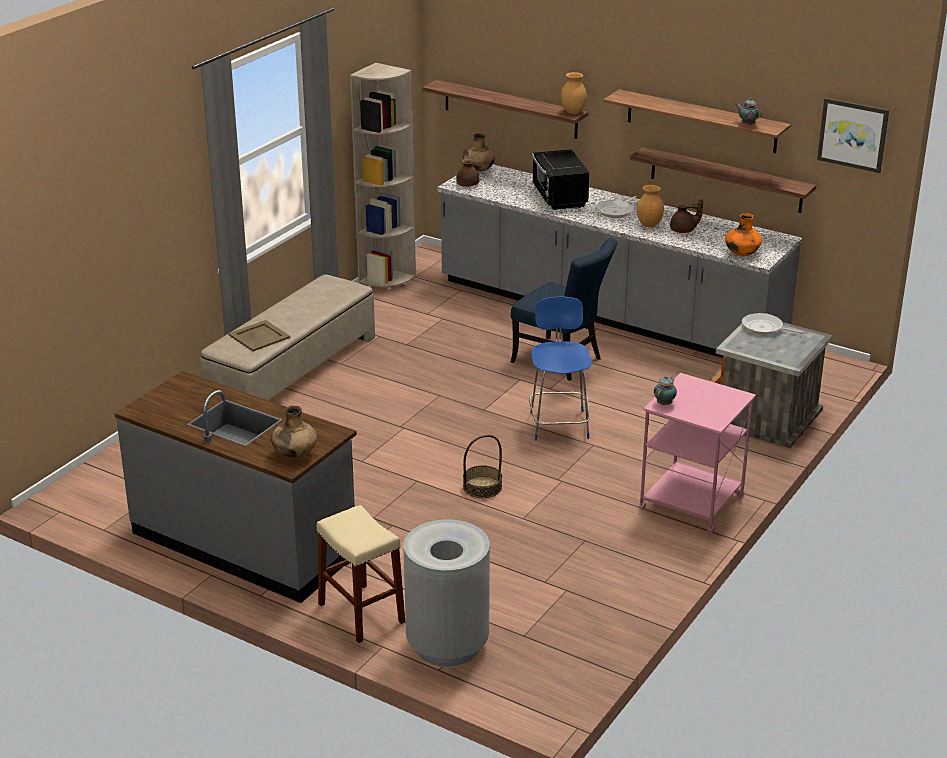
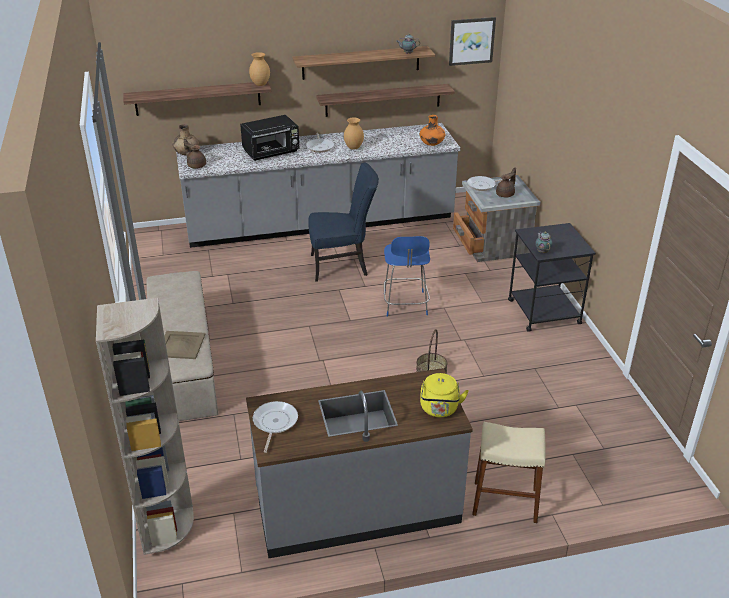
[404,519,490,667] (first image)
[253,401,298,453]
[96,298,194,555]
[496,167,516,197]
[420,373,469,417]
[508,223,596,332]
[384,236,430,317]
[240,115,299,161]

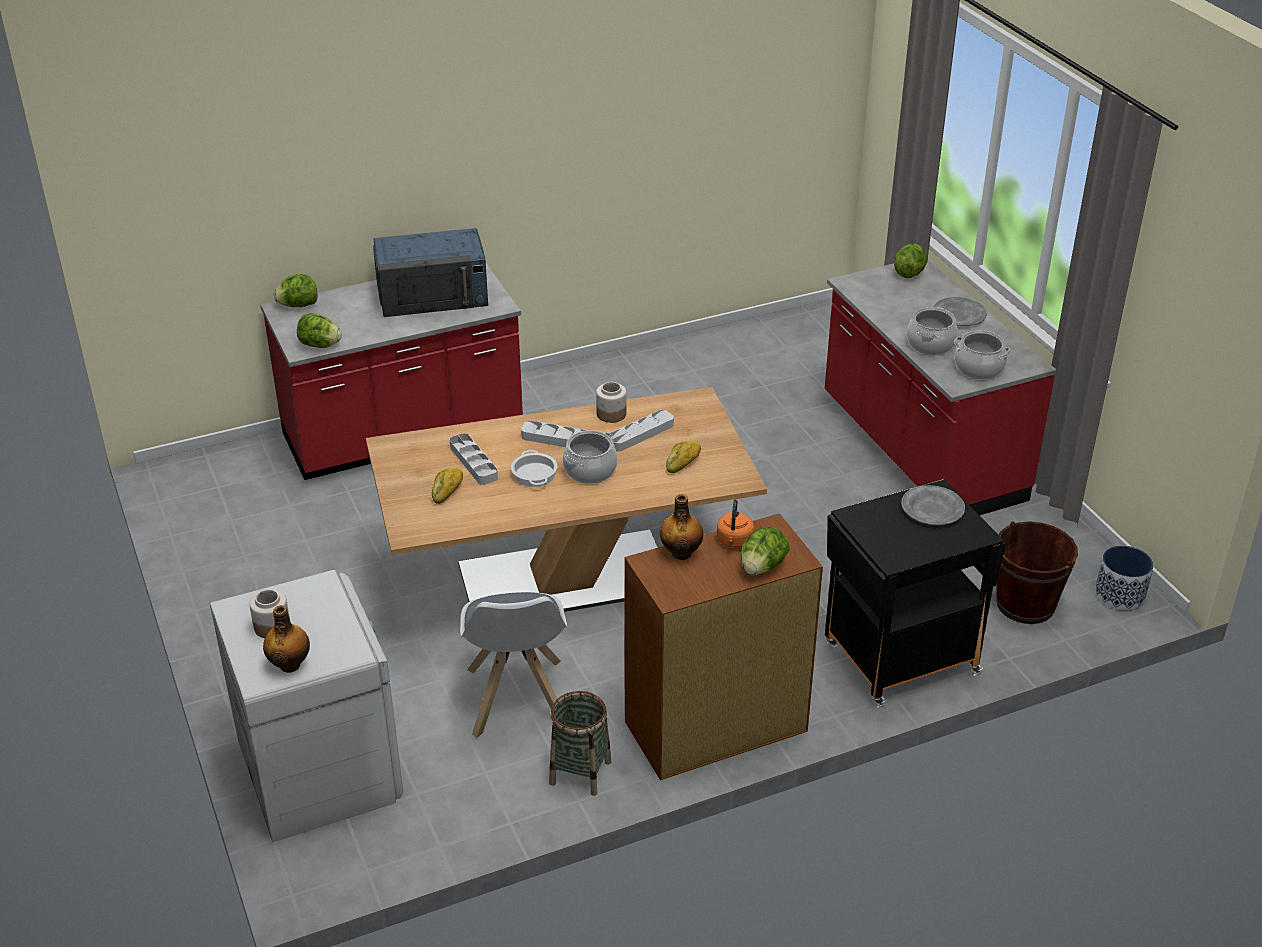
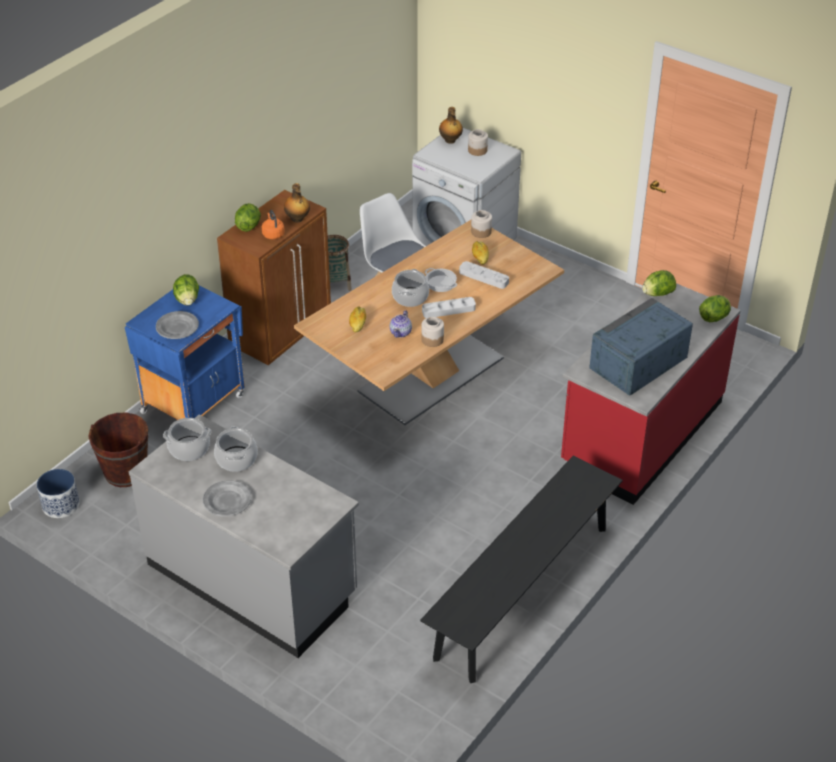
[420,456,623,683]
[471,210,492,238]
[173,274,199,306]
[390,310,412,338]
[129,414,359,658]
[125,285,245,420]

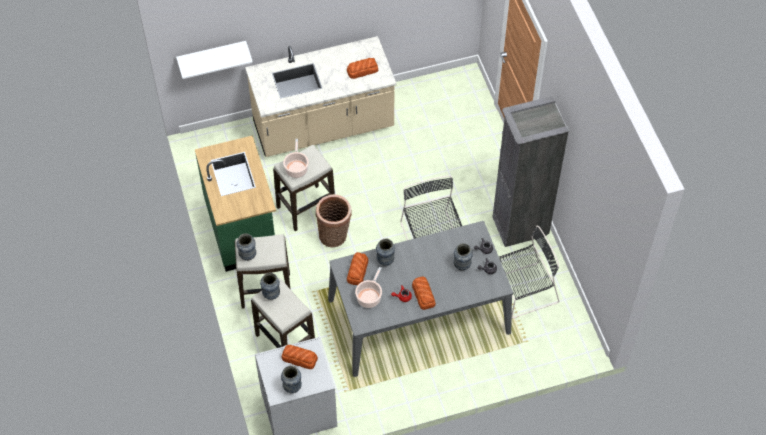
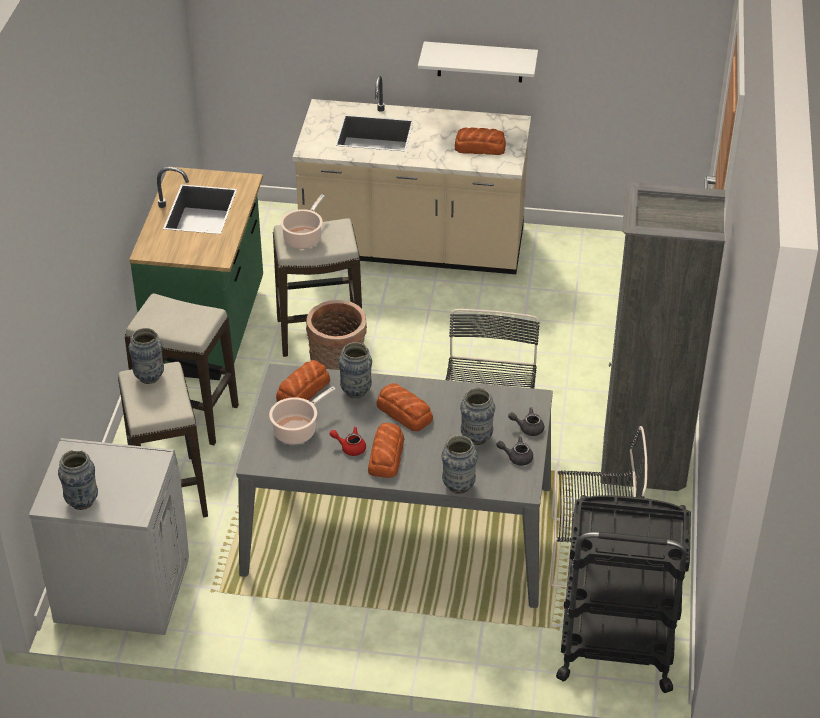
[556,495,691,693]
[418,41,538,82]
[442,435,478,494]
[377,383,433,431]

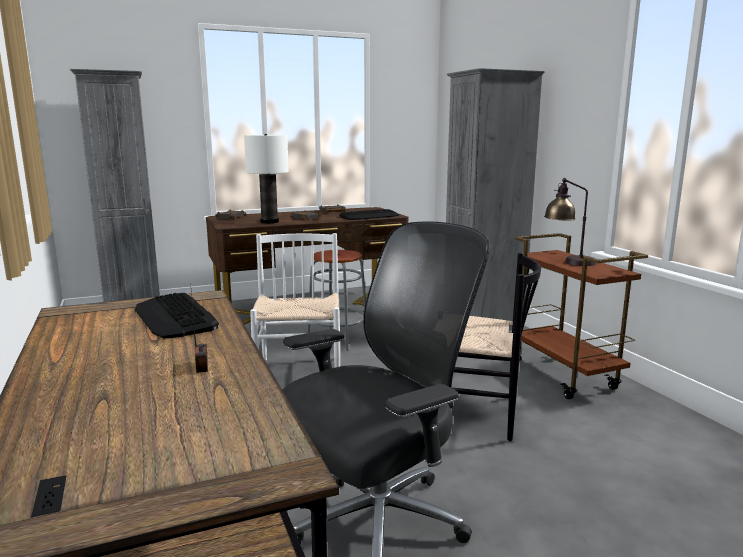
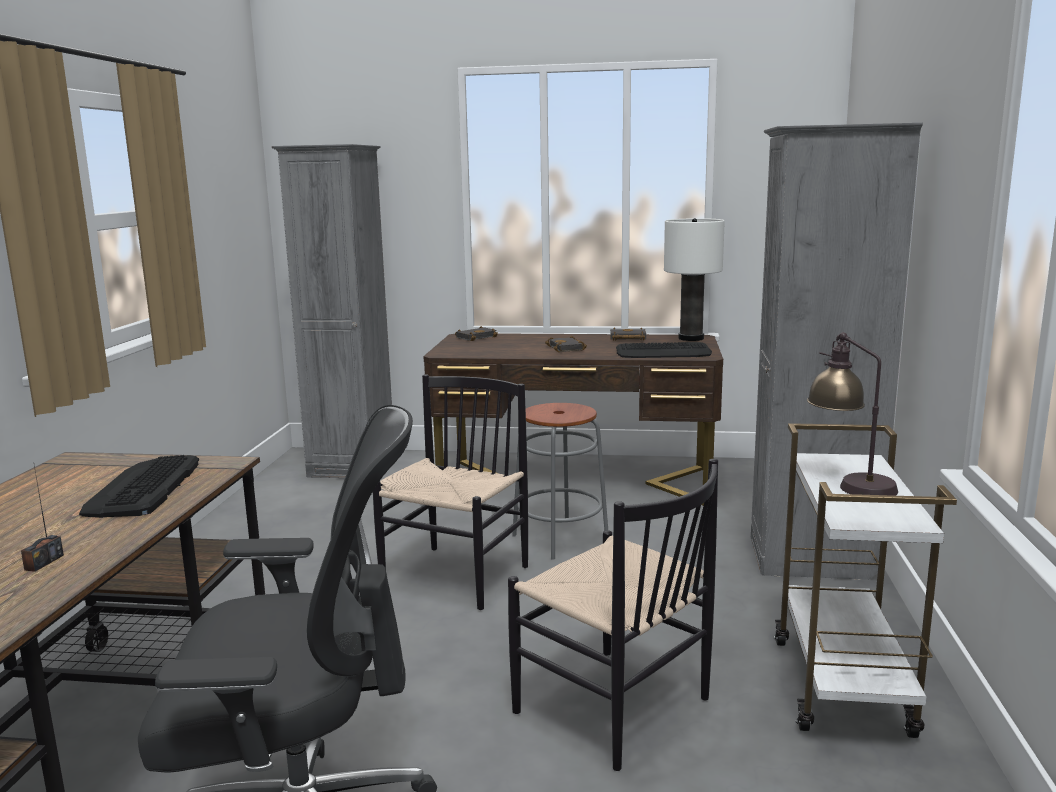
[664,218,725,341]
[373,374,528,610]
[774,423,957,738]

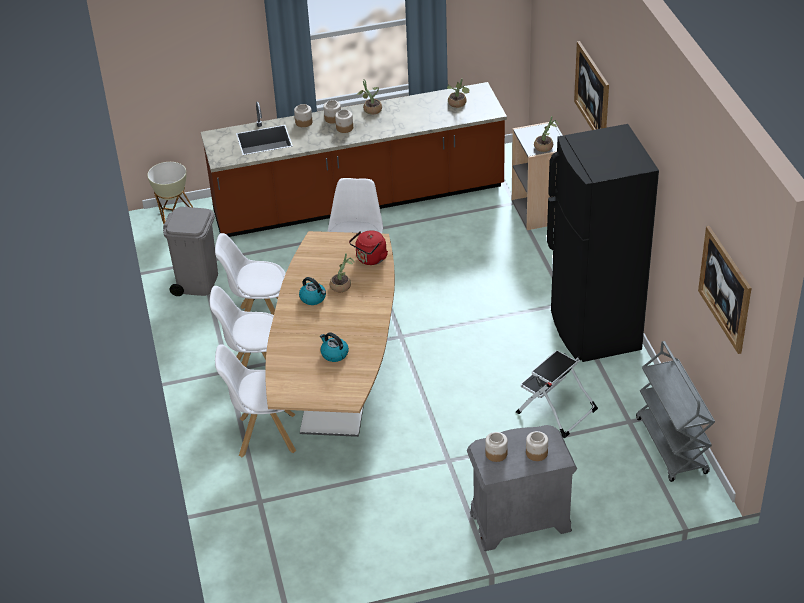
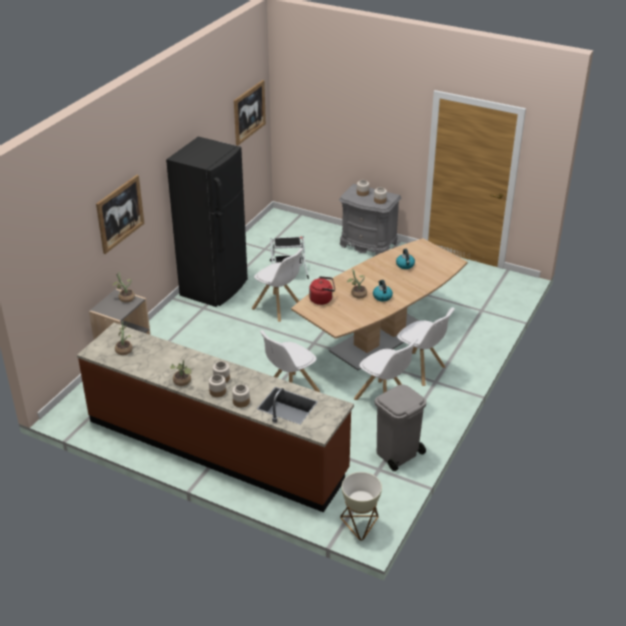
[636,341,715,482] (first image)
[252,248,303,322]

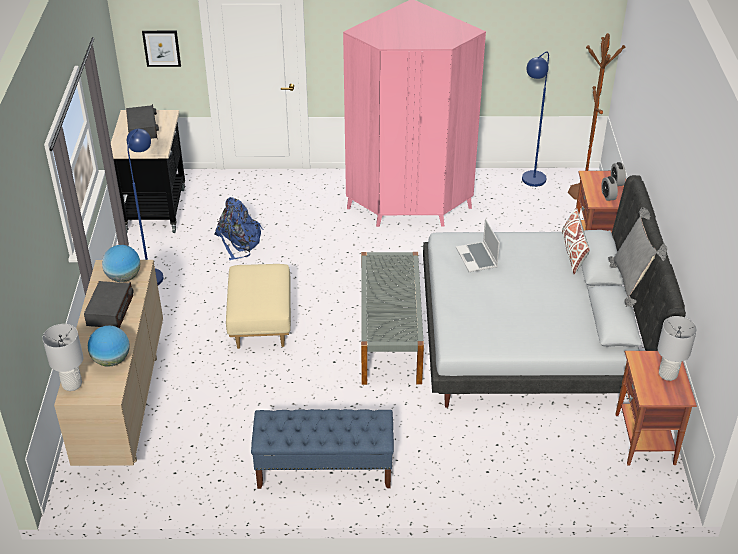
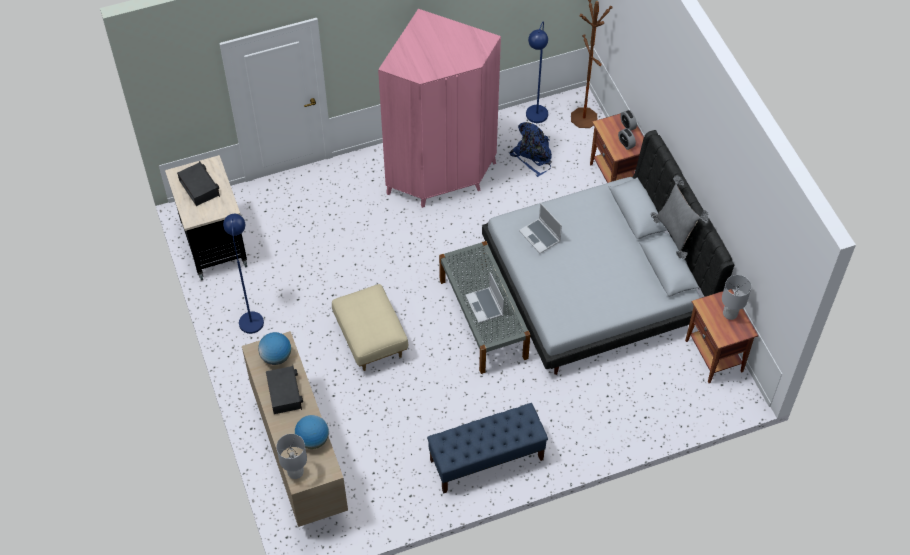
[142,31,181,67] (first image)
[561,207,590,275] (first image)
[465,272,504,323]
[509,122,552,177]

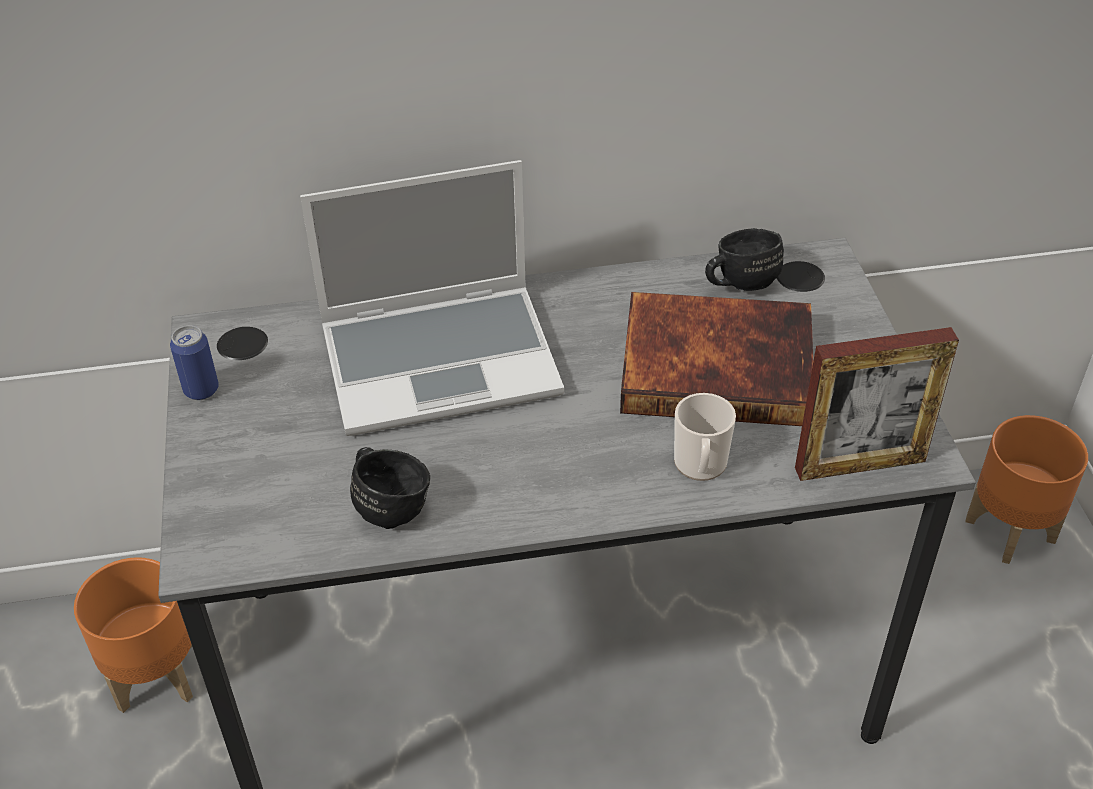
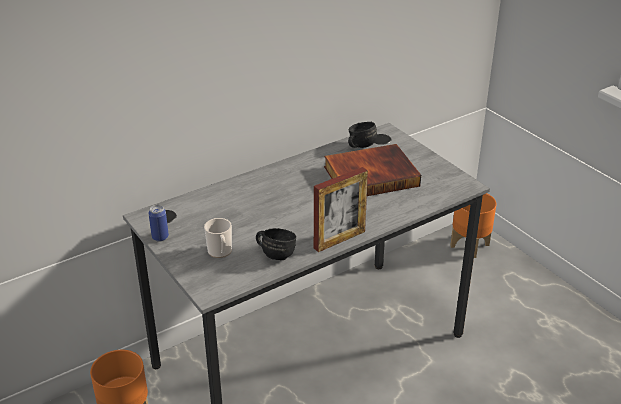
[300,160,564,436] (first image)
[204,218,232,258]
[314,167,368,252]

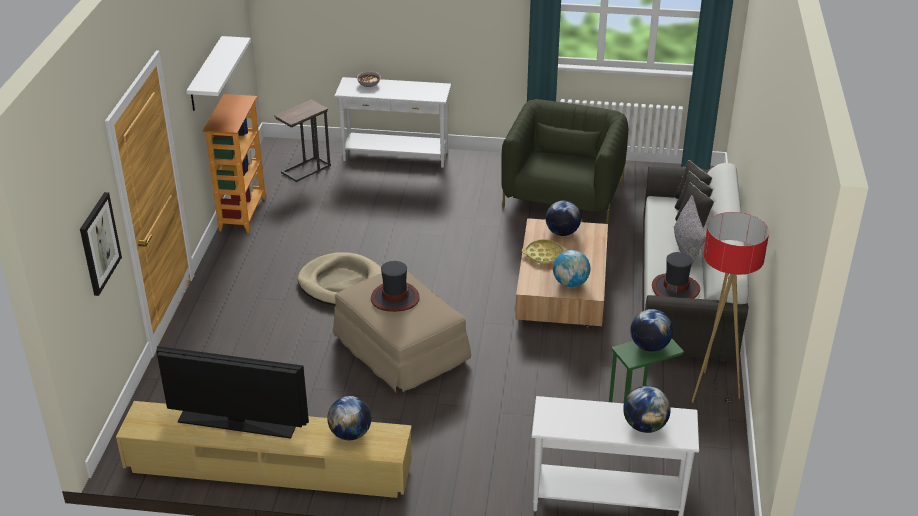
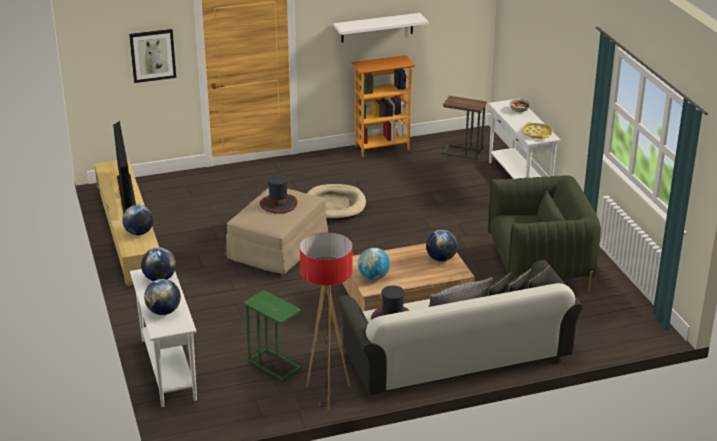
[522,122,553,139]
[141,247,176,281]

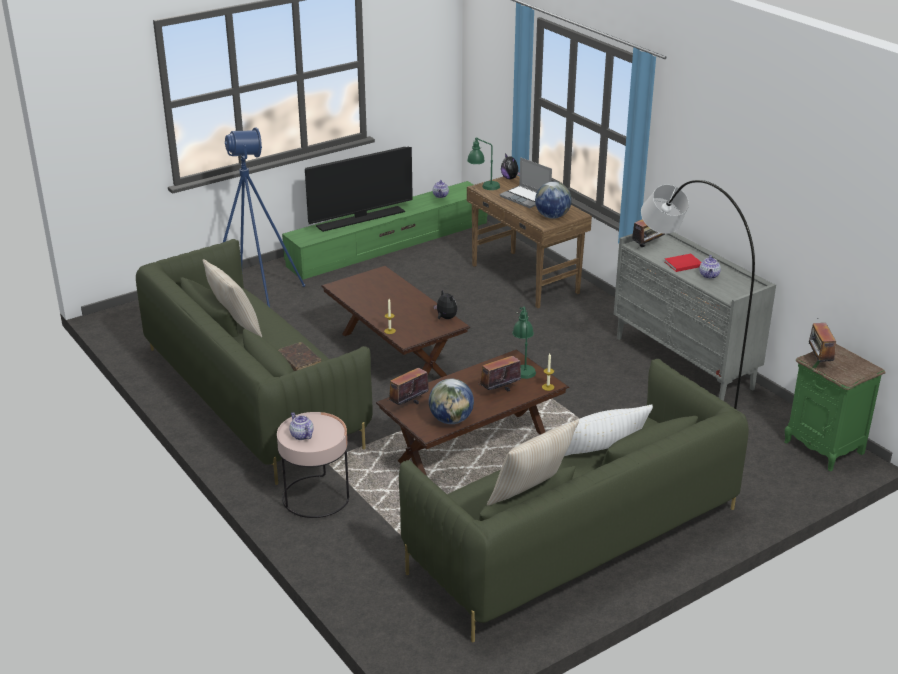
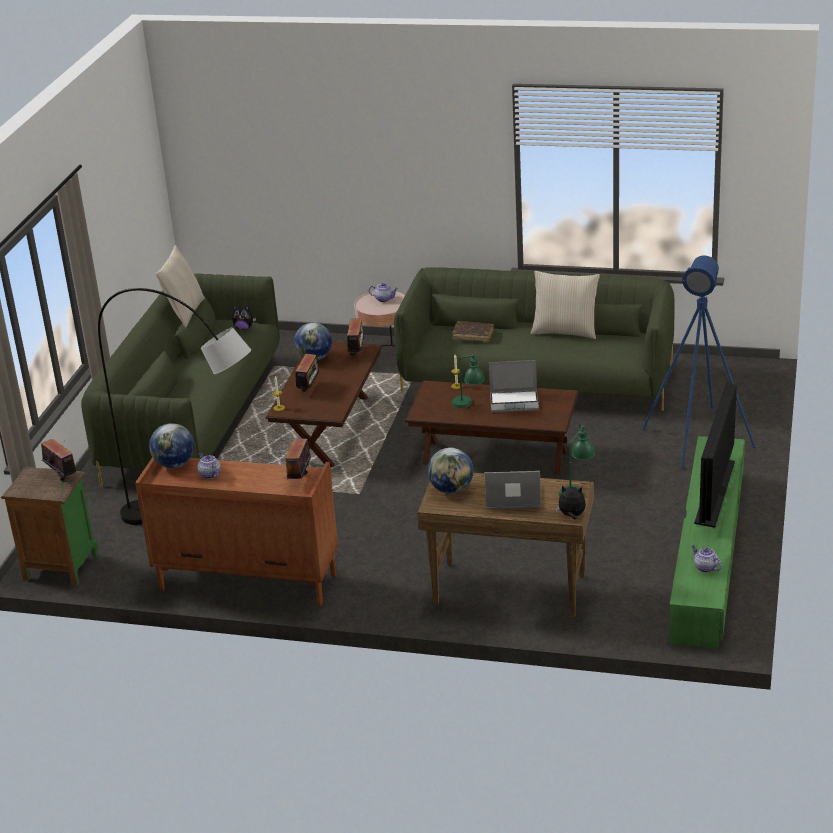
[562,404,653,456] (first image)
[665,254,702,272] (first image)
[149,423,194,468]
[489,360,539,413]
[232,305,256,330]
[452,354,485,408]
[135,457,338,607]

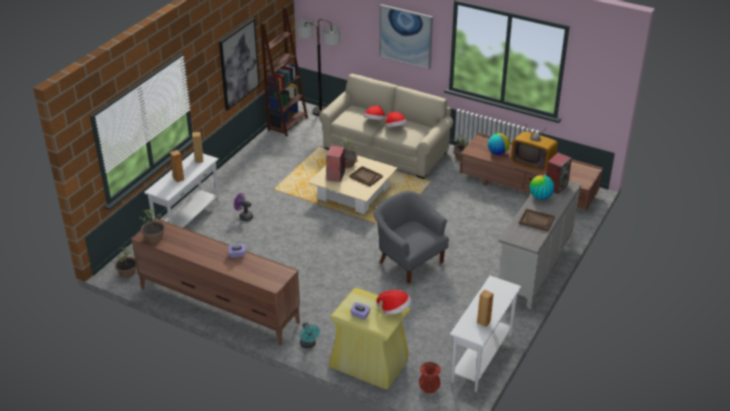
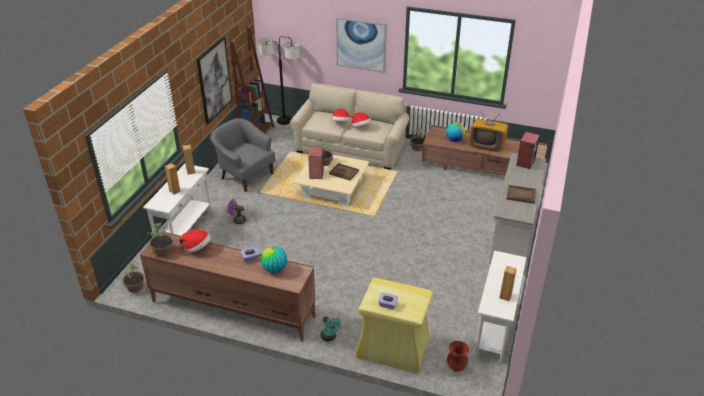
[210,118,275,192]
[179,230,211,253]
[261,246,287,273]

